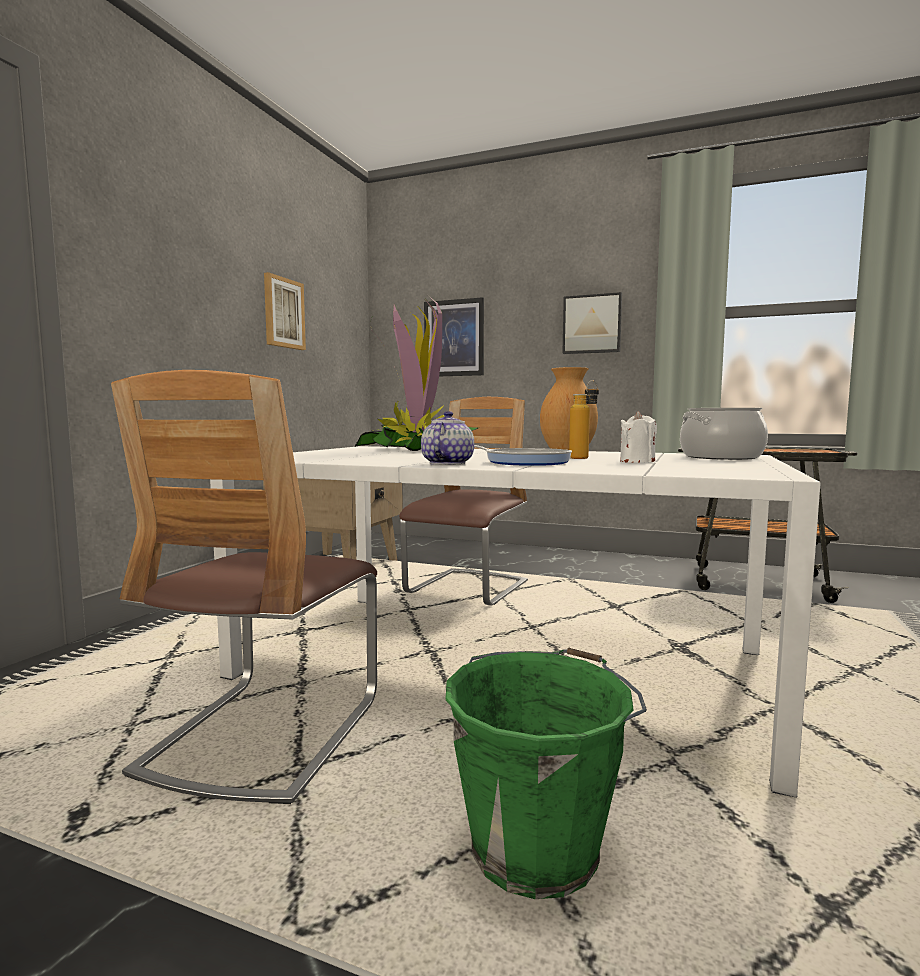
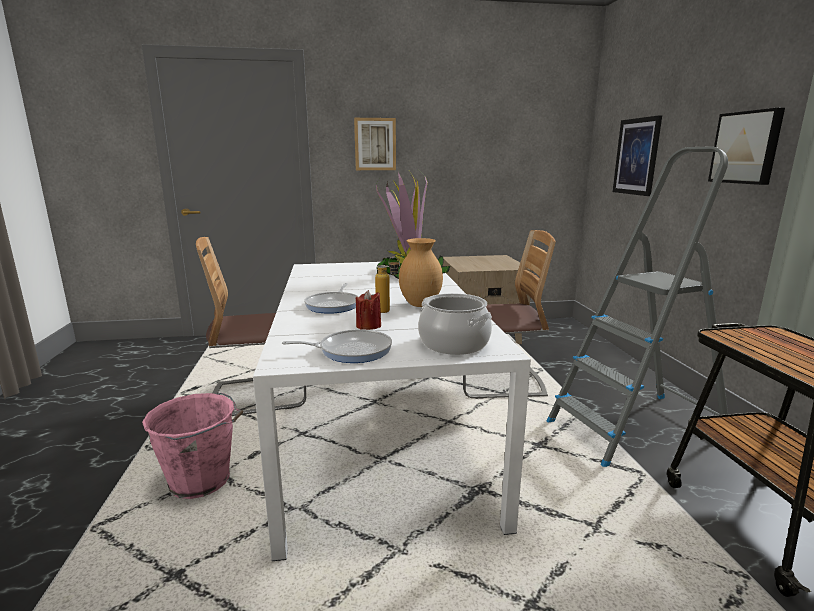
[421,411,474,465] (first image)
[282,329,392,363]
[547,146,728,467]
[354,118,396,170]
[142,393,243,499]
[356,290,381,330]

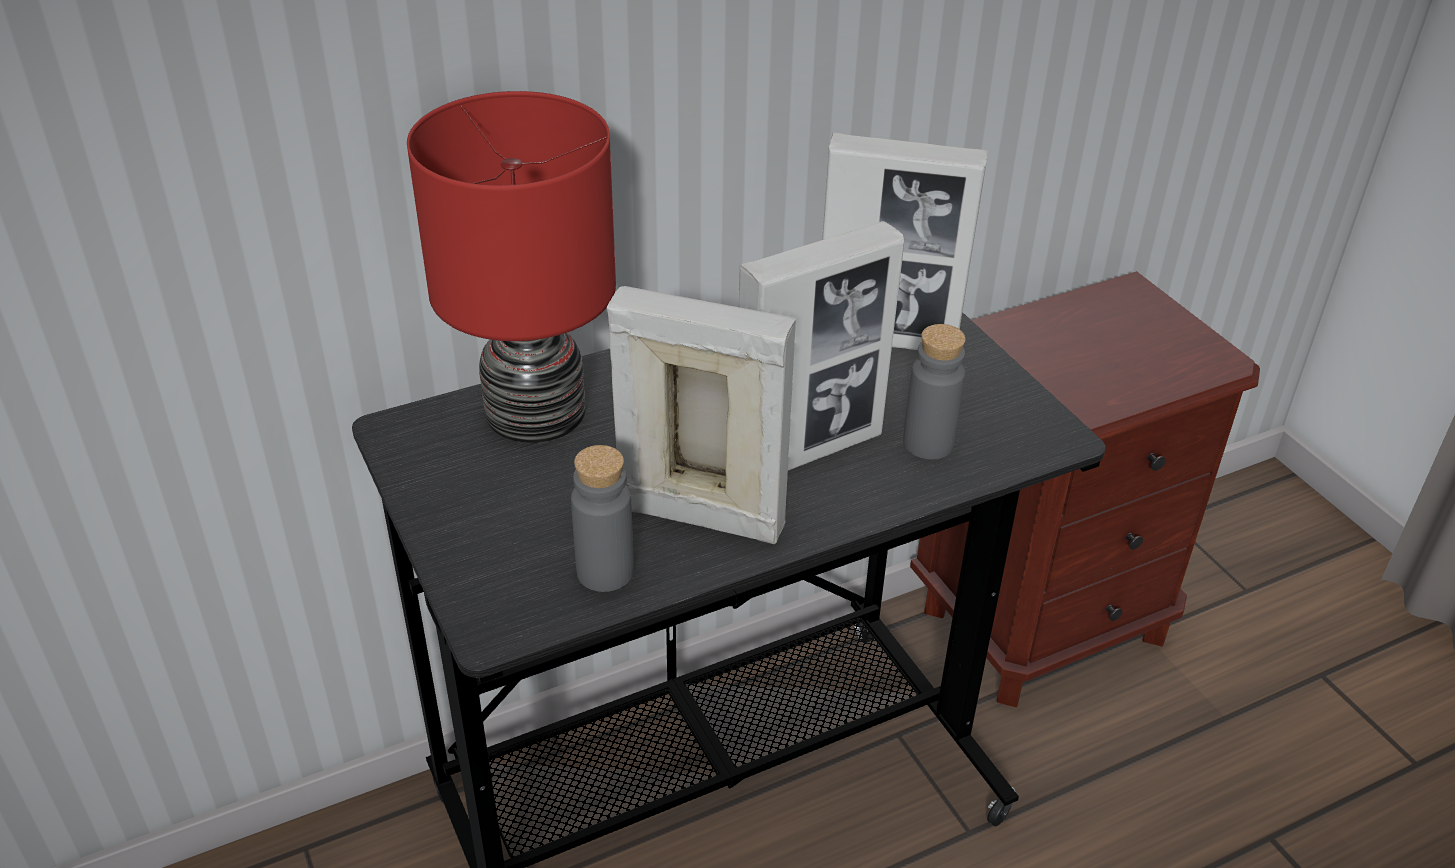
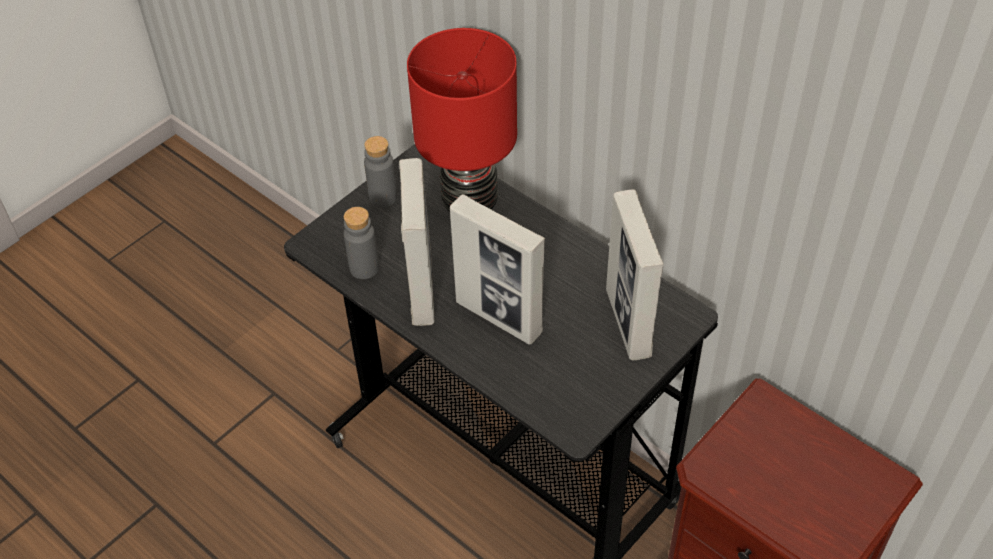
[364,136,397,207]

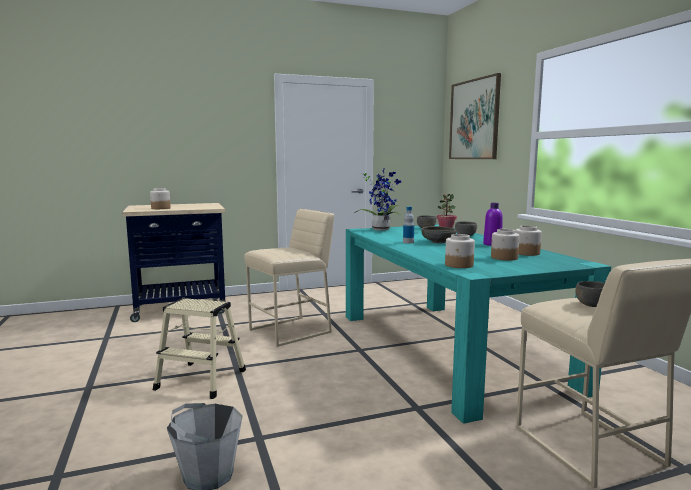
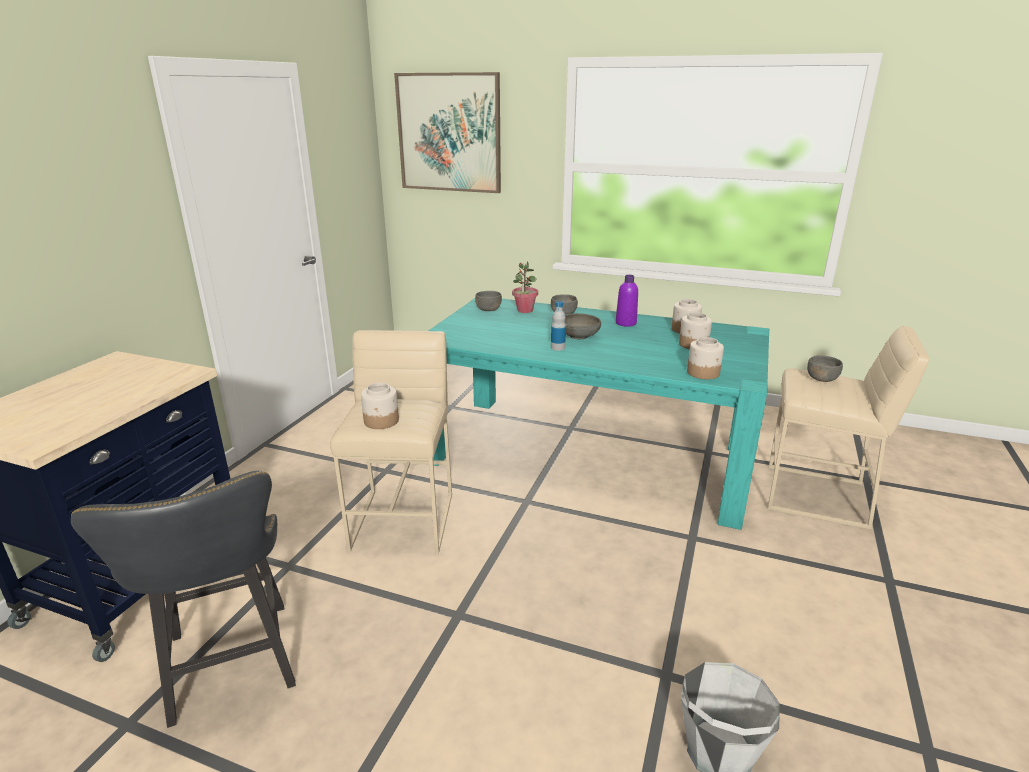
[153,298,246,399] (first image)
[354,168,401,231] (first image)
[71,471,296,728]
[361,383,399,429]

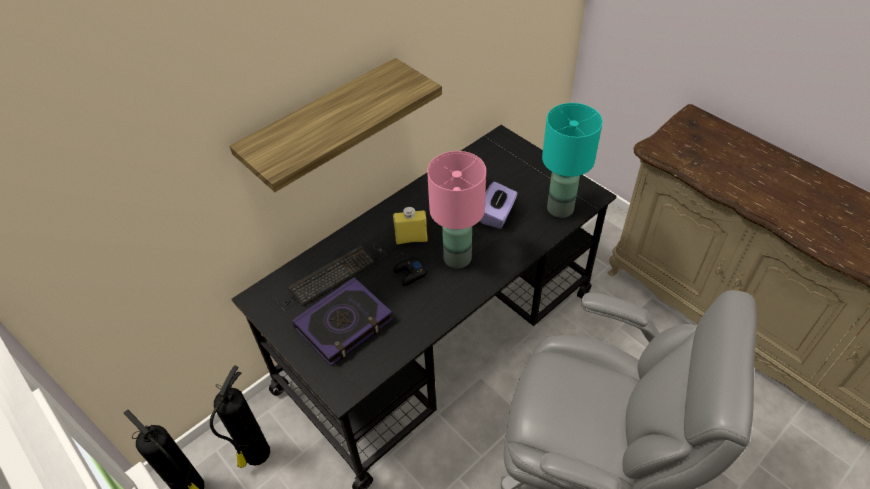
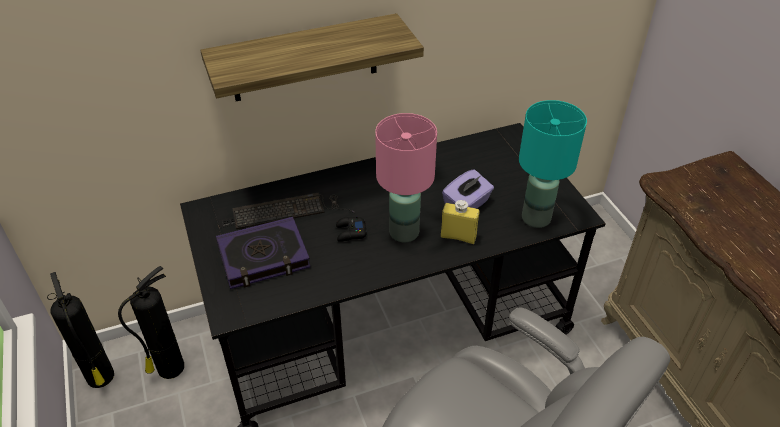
[441,200,479,244]

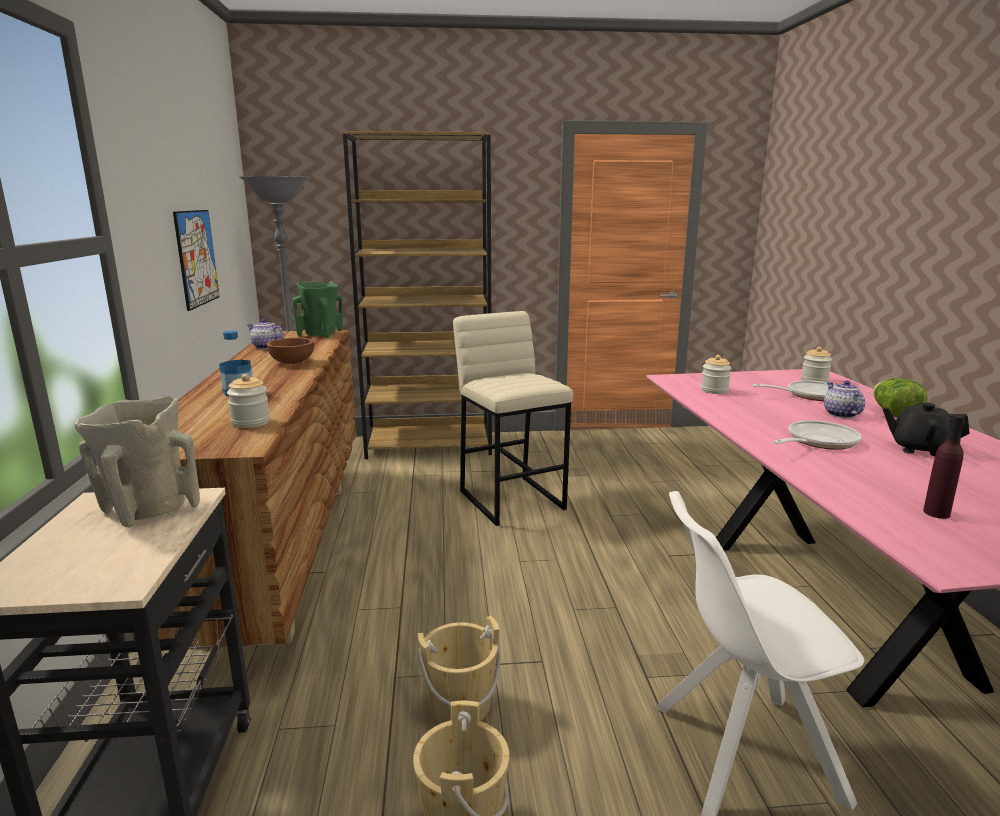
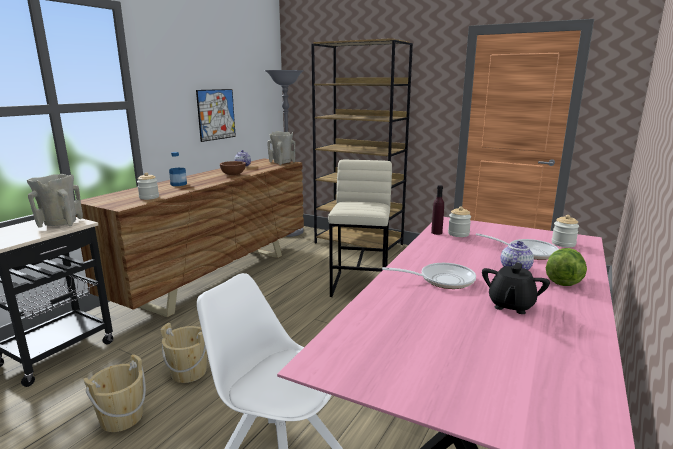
[431,185,444,235]
[267,131,295,165]
[482,263,550,314]

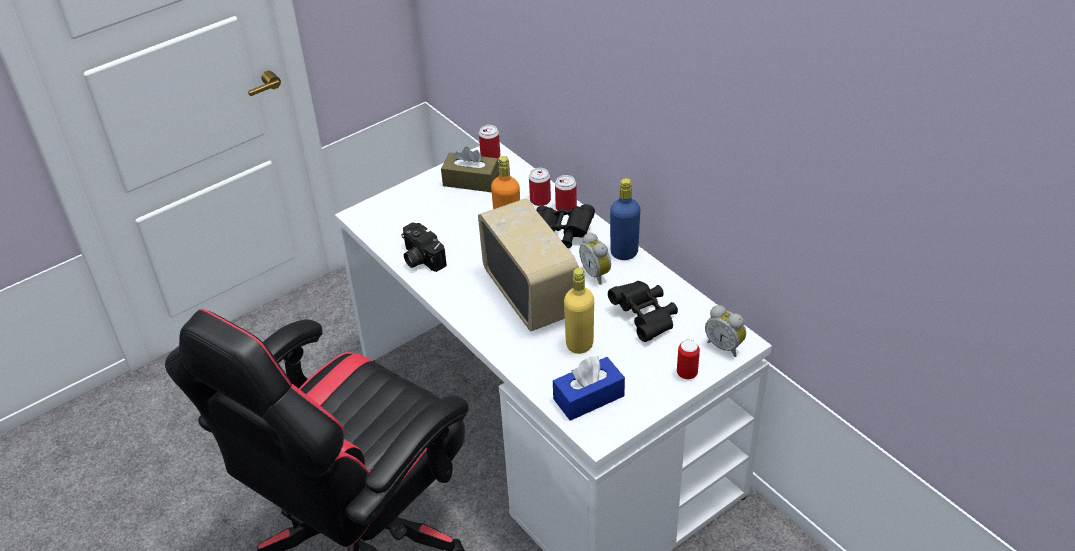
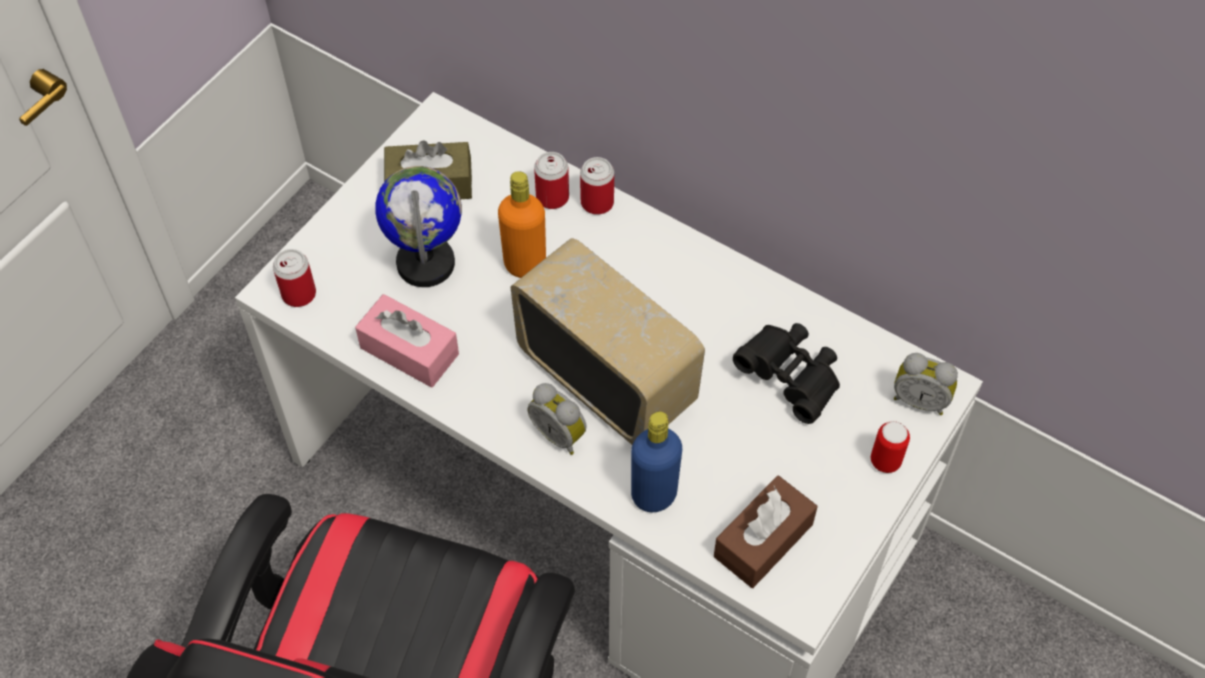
[536,204,595,248] (first image)
[564,268,594,354] (first image)
[375,166,462,287]
[273,249,316,307]
[527,383,587,455]
[631,412,682,512]
[355,294,459,388]
[714,476,817,588]

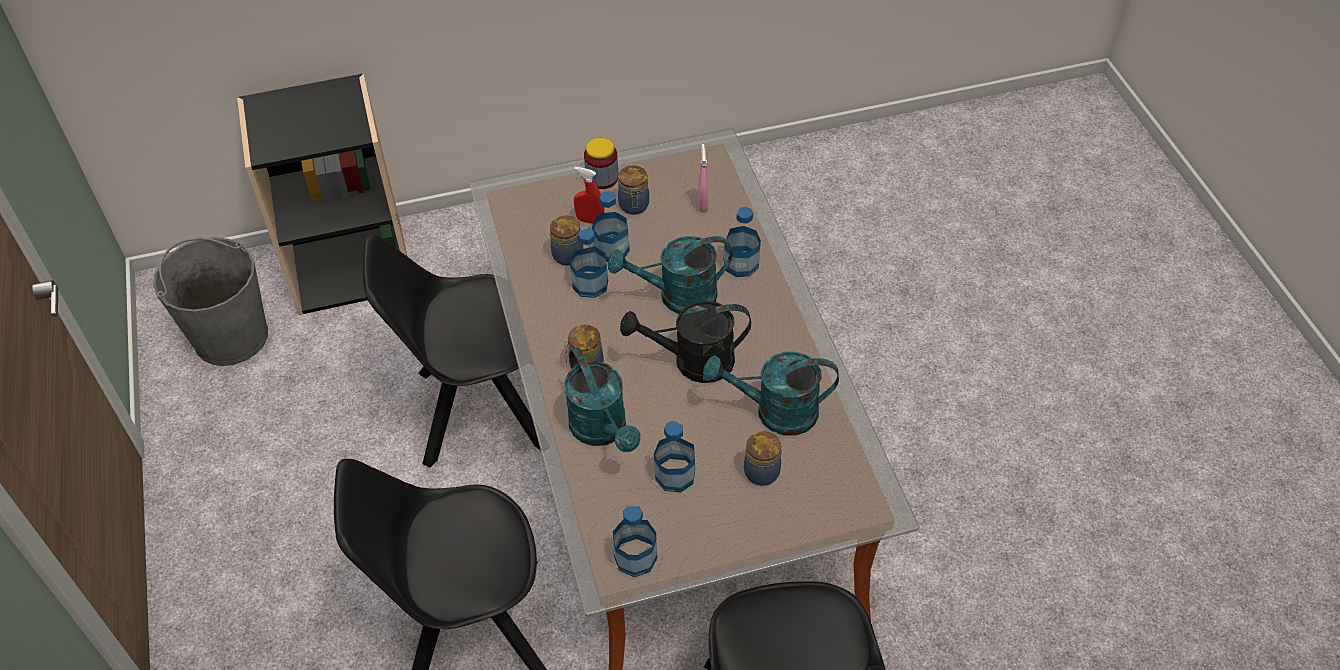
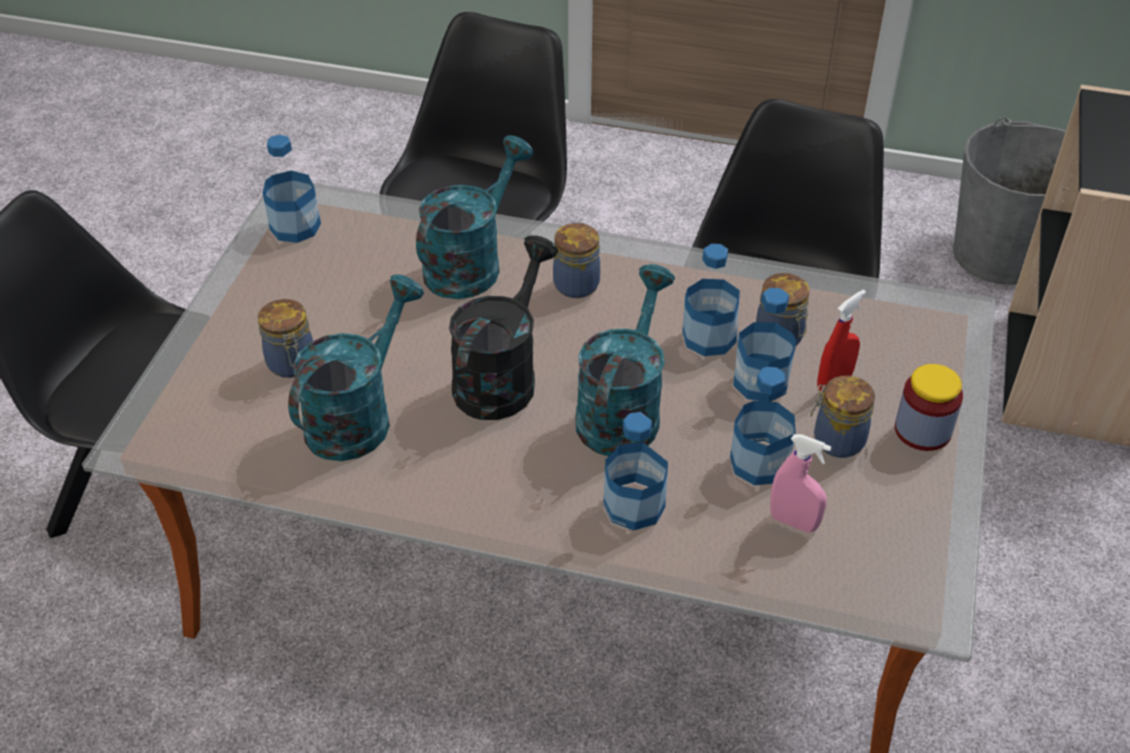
[730,367,796,485]
[416,135,533,299]

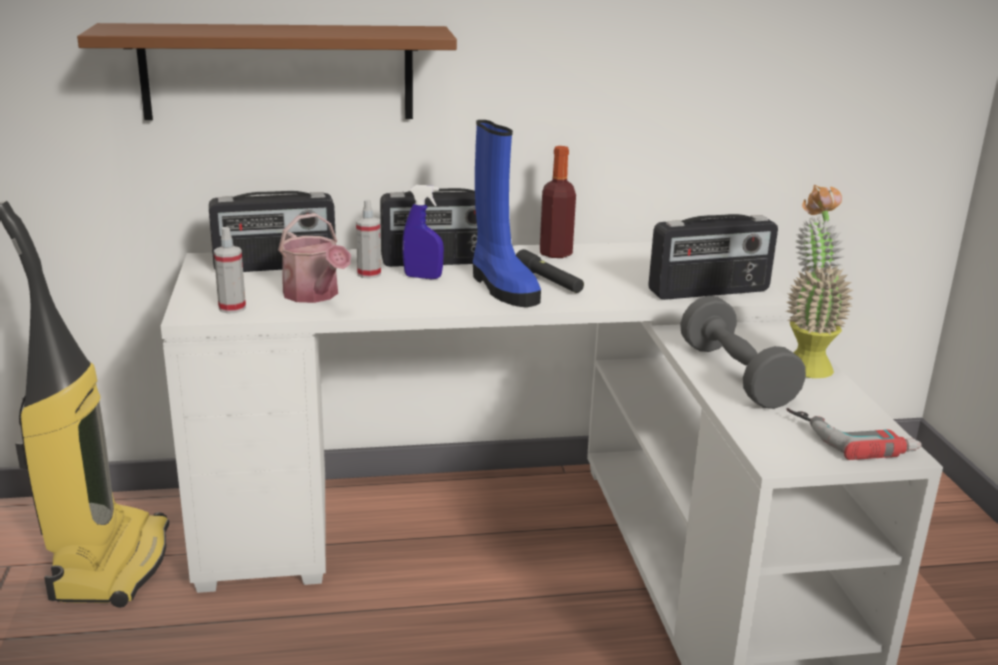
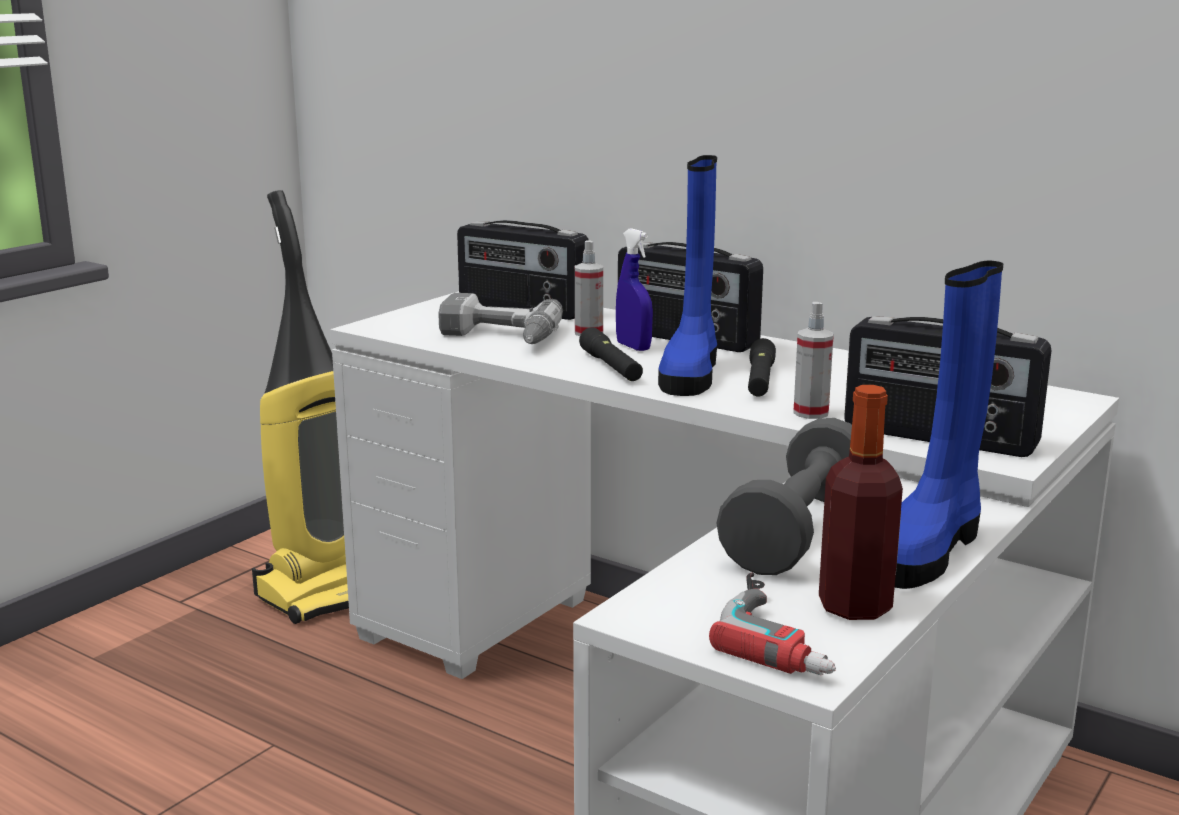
[77,23,457,120] (first image)
[579,328,643,381]
[793,302,834,419]
[819,385,903,620]
[438,293,563,344]
[895,261,1003,589]

